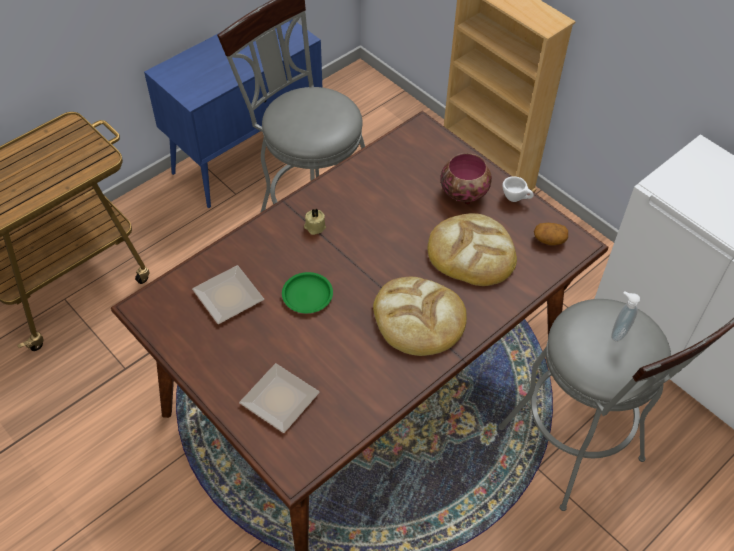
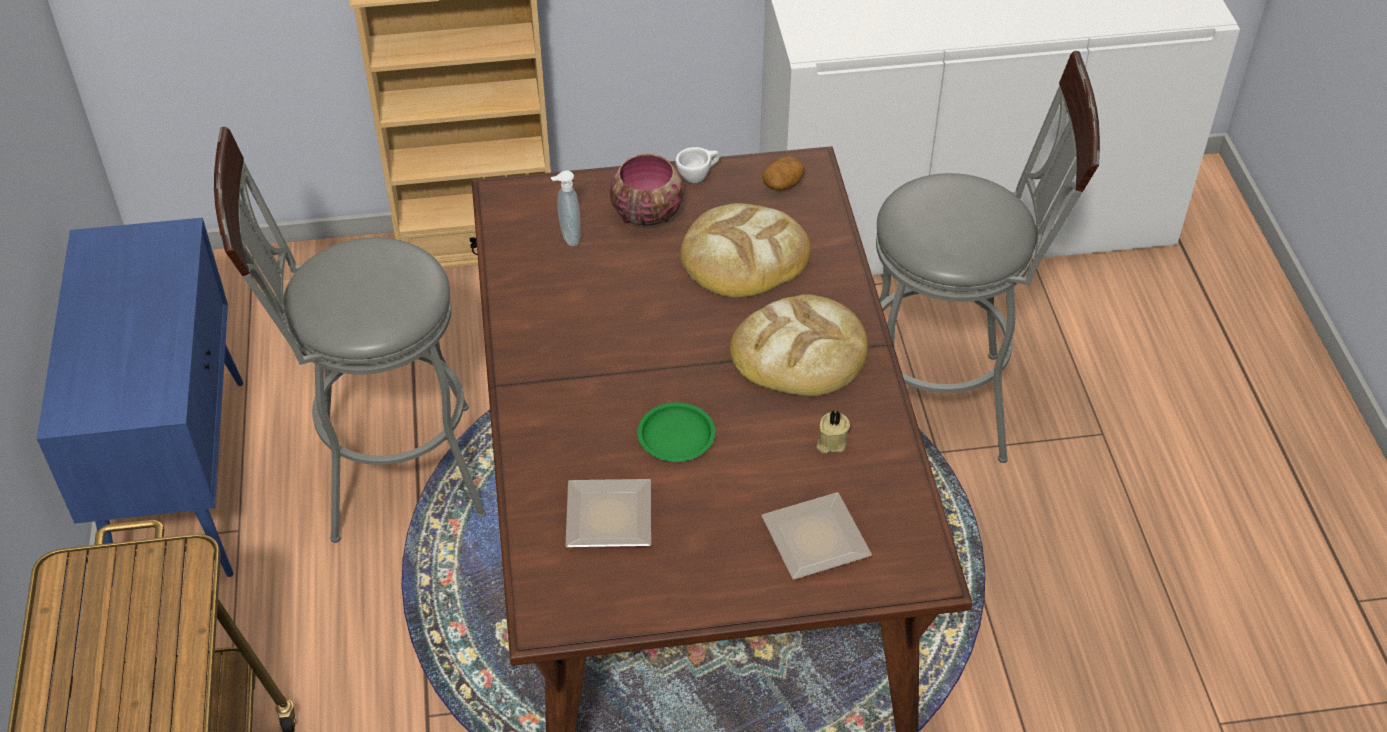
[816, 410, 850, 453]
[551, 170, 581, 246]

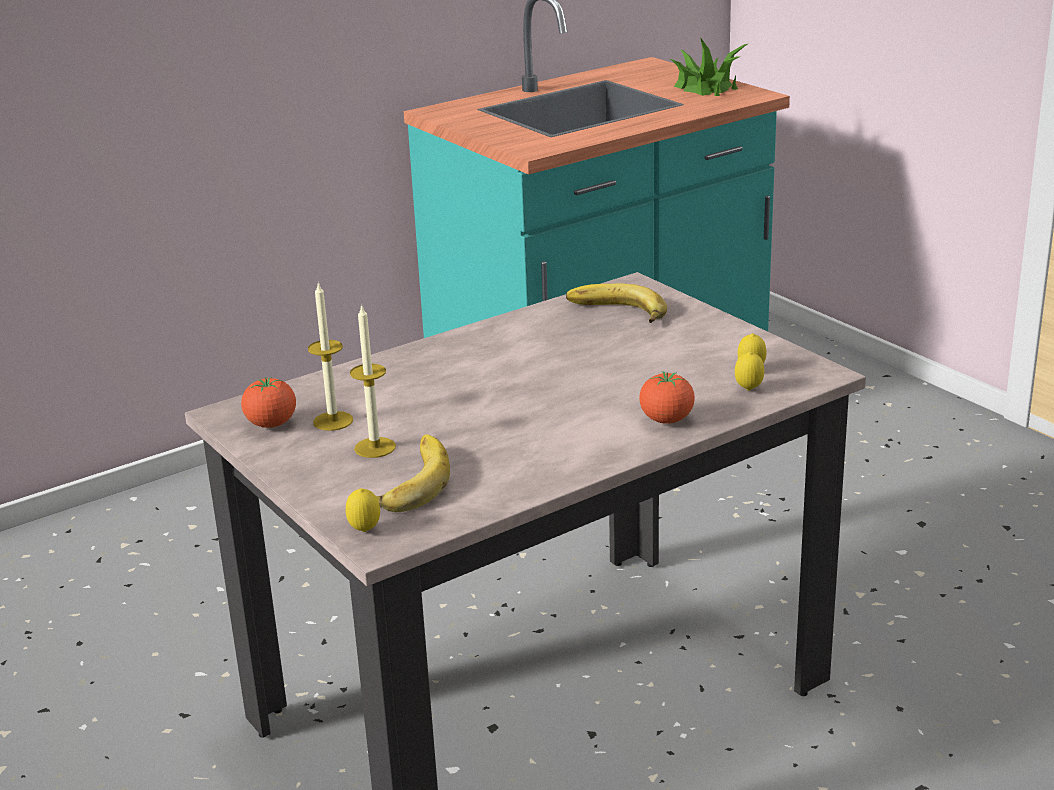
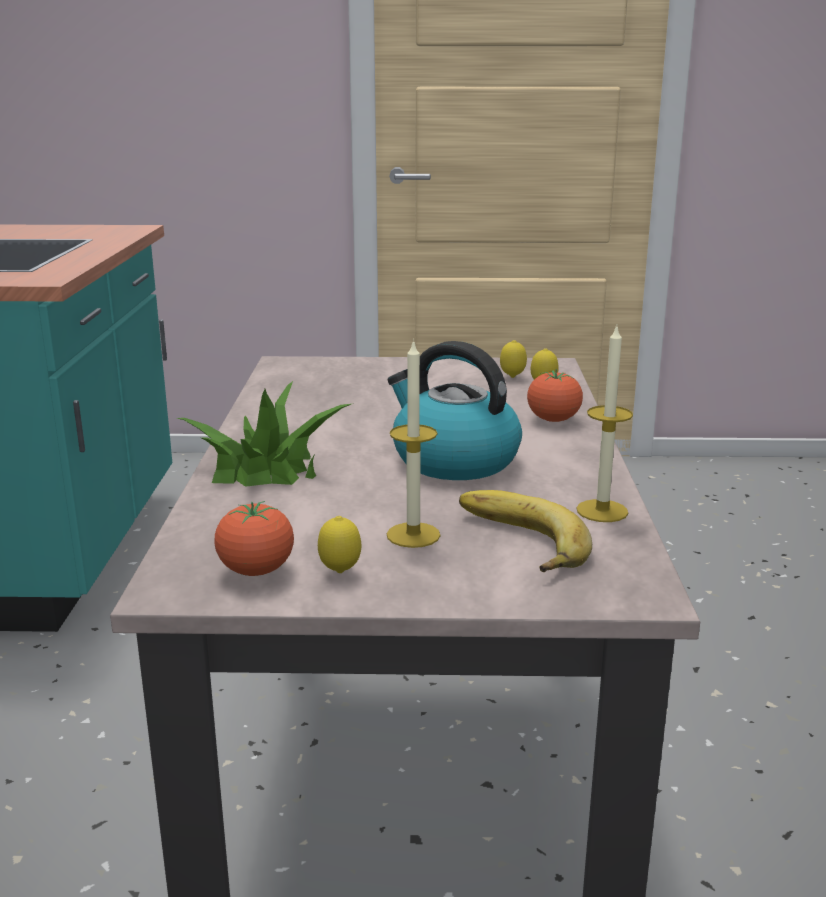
[576, 325, 633, 522]
[318, 516, 361, 573]
[566, 283, 667, 323] (first image)
[177, 381, 351, 487]
[388, 341, 522, 480]

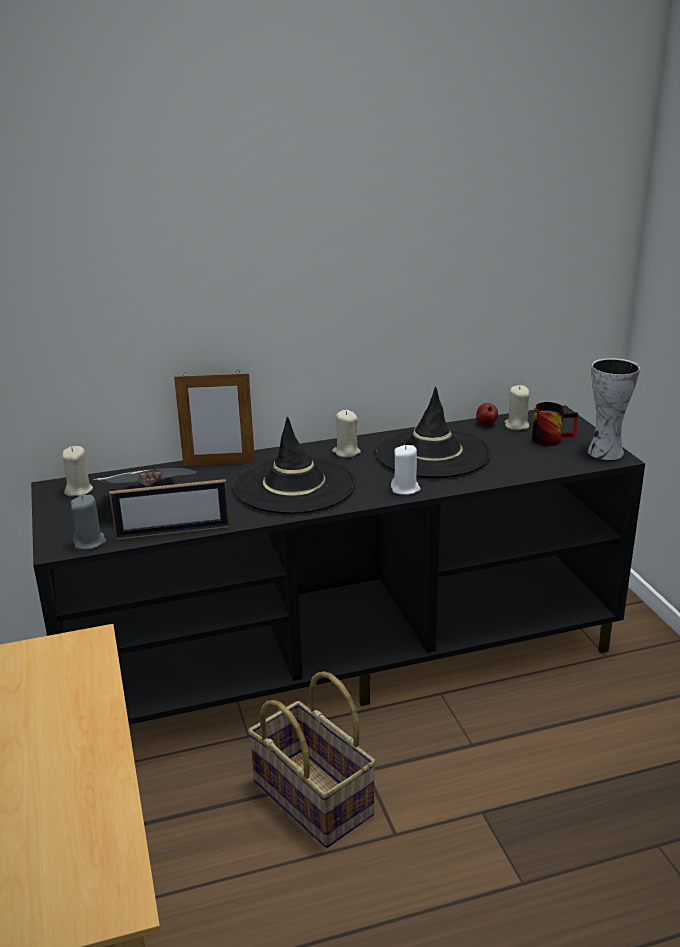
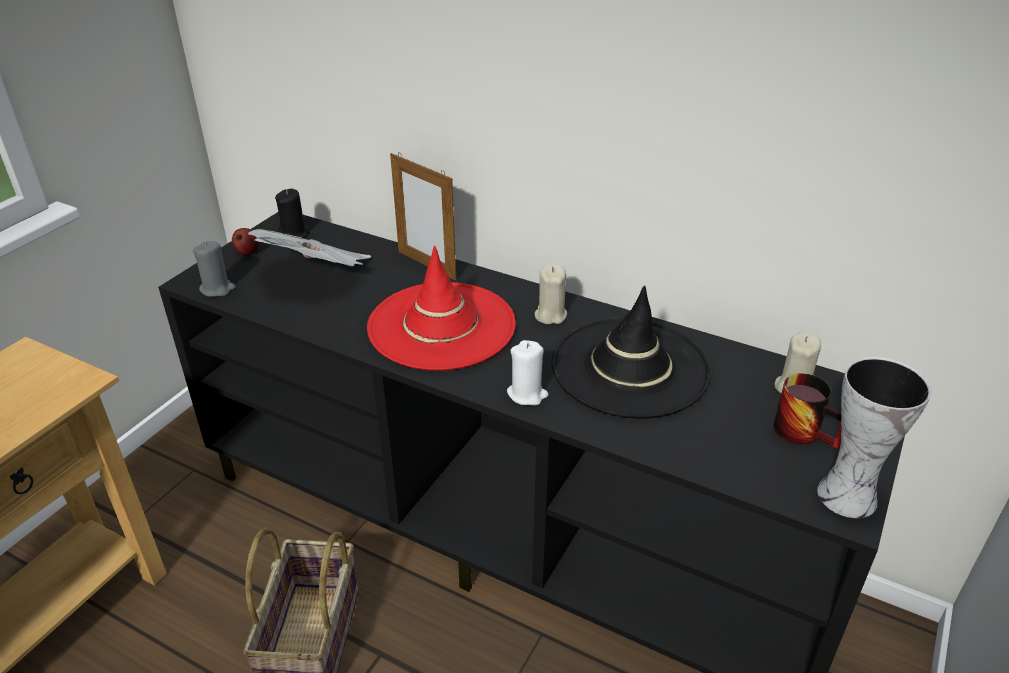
[275, 189, 310, 238]
[109, 479, 230, 540] (first image)
[367, 246, 516, 371]
[232, 228, 259, 255]

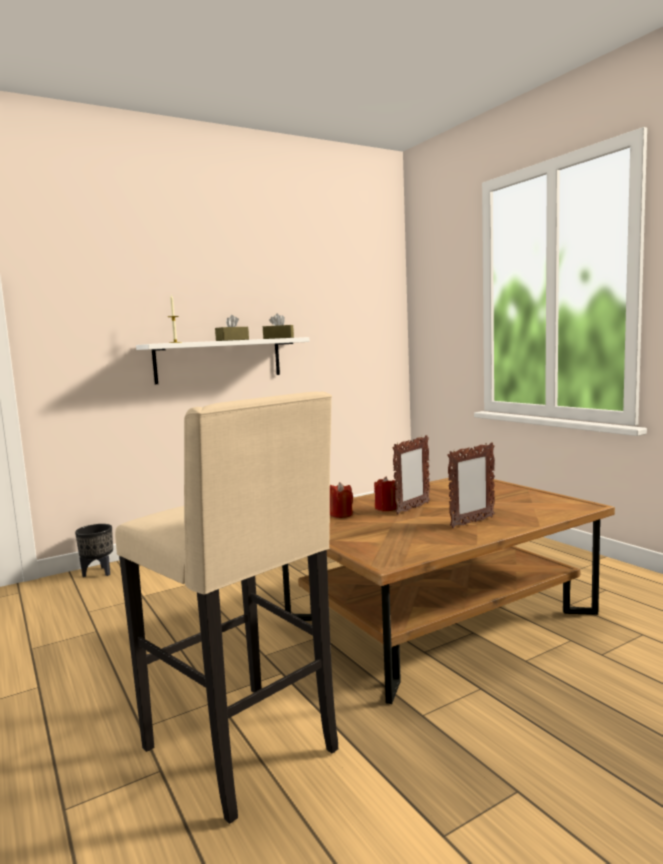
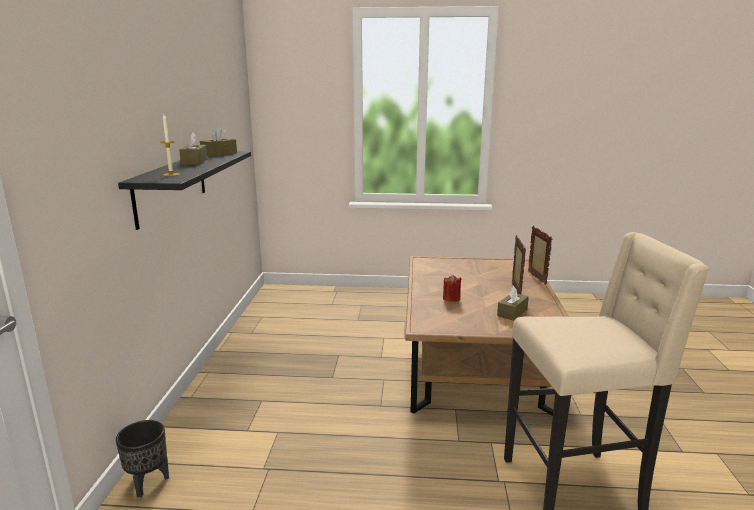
[118, 151, 251, 230]
[330, 482, 353, 518] (first image)
[528, 226, 552, 285]
[497, 286, 529, 321]

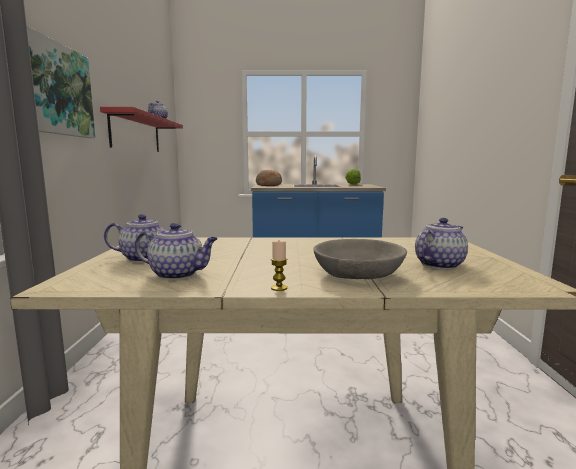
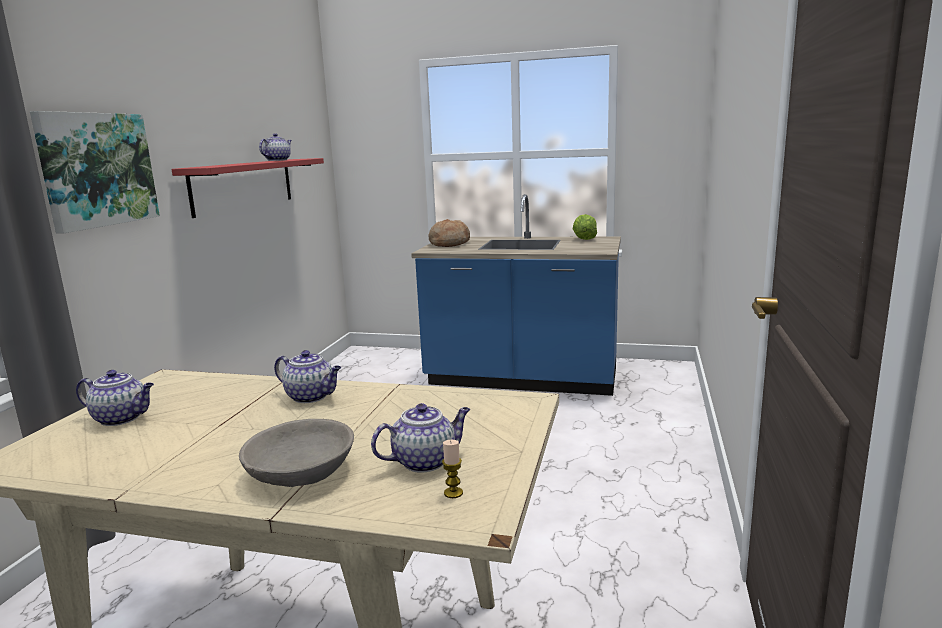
[274, 350, 341, 403]
[442, 440, 463, 498]

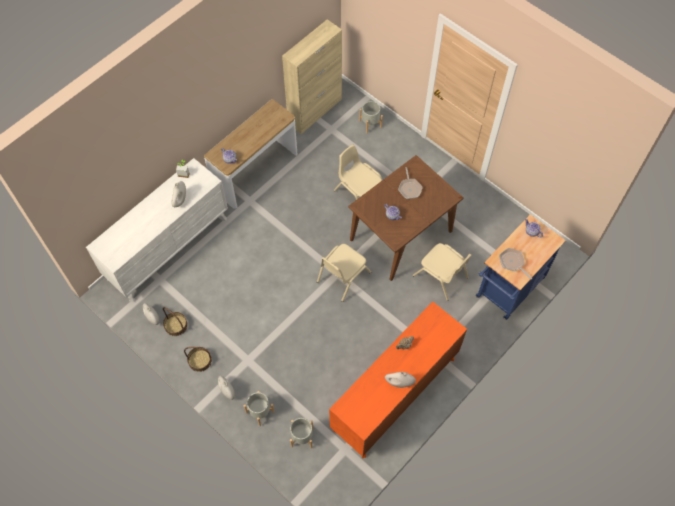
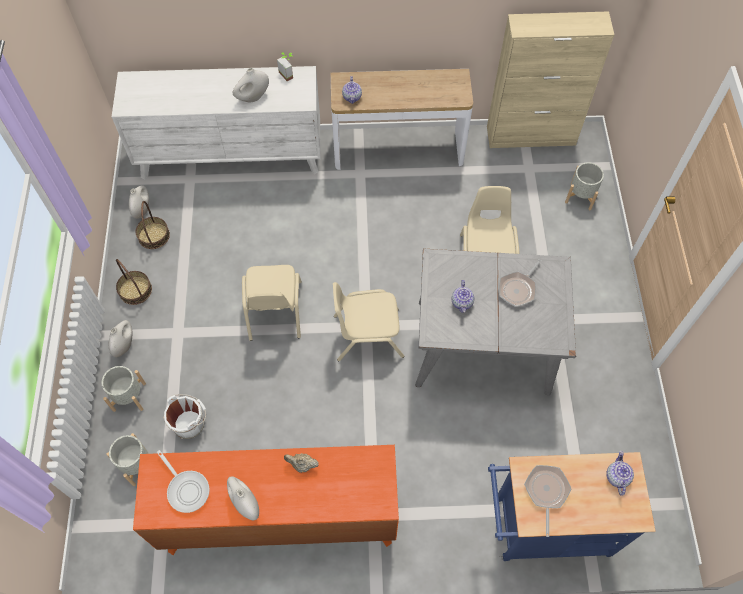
[415, 249, 576, 395]
[242, 265, 302, 341]
[157, 450, 210, 513]
[163, 394, 206, 439]

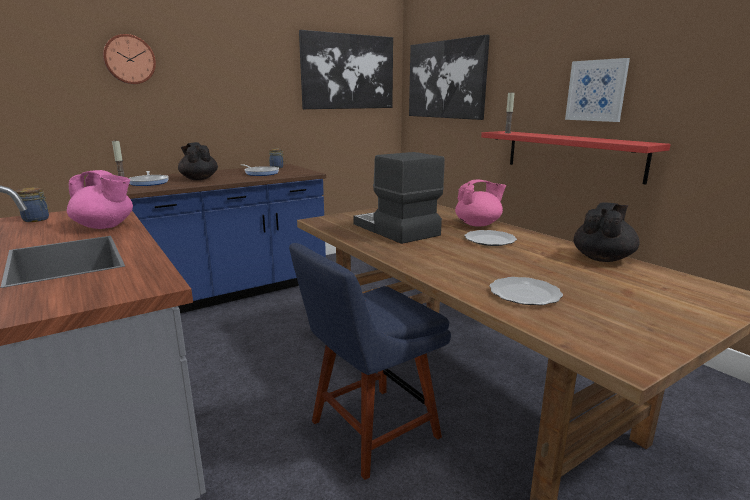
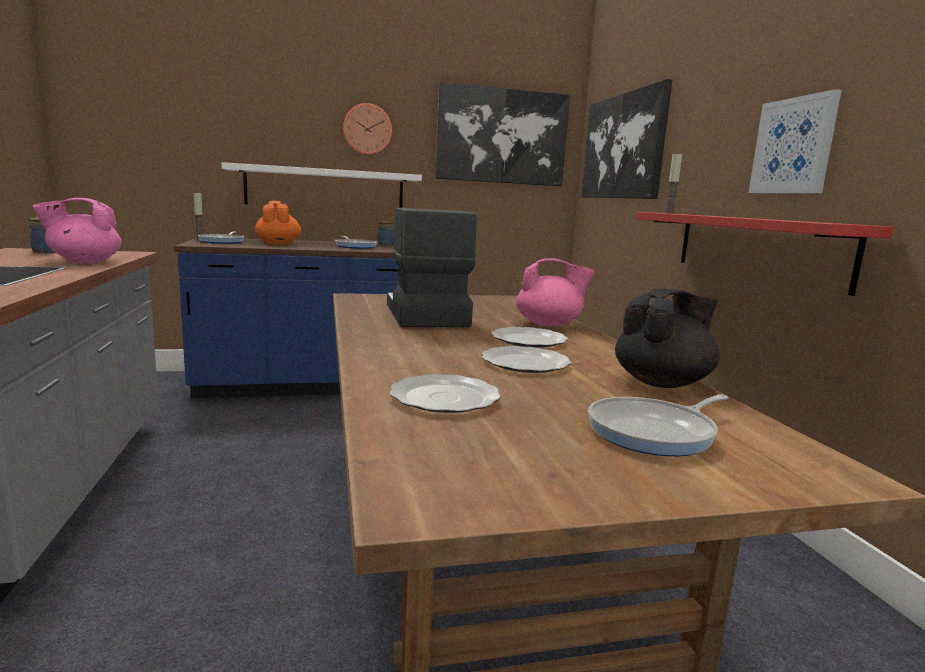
[33, 198, 122, 263]
[343, 103, 392, 155]
[255, 201, 301, 245]
[289, 243, 451, 480] (first image)
[222, 162, 422, 208]
[482, 346, 571, 373]
[588, 394, 728, 456]

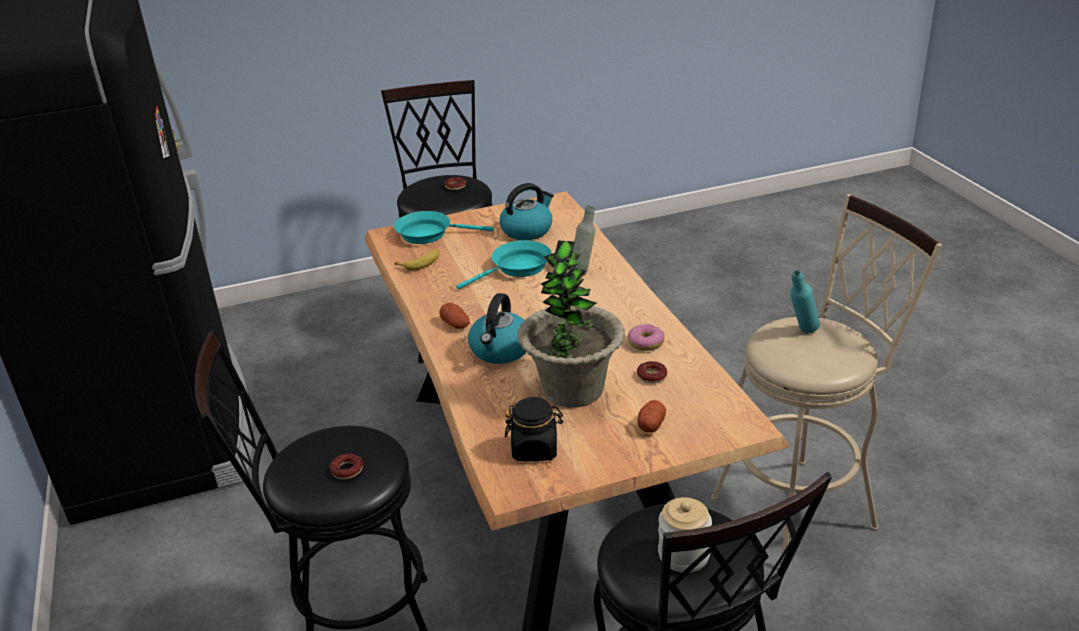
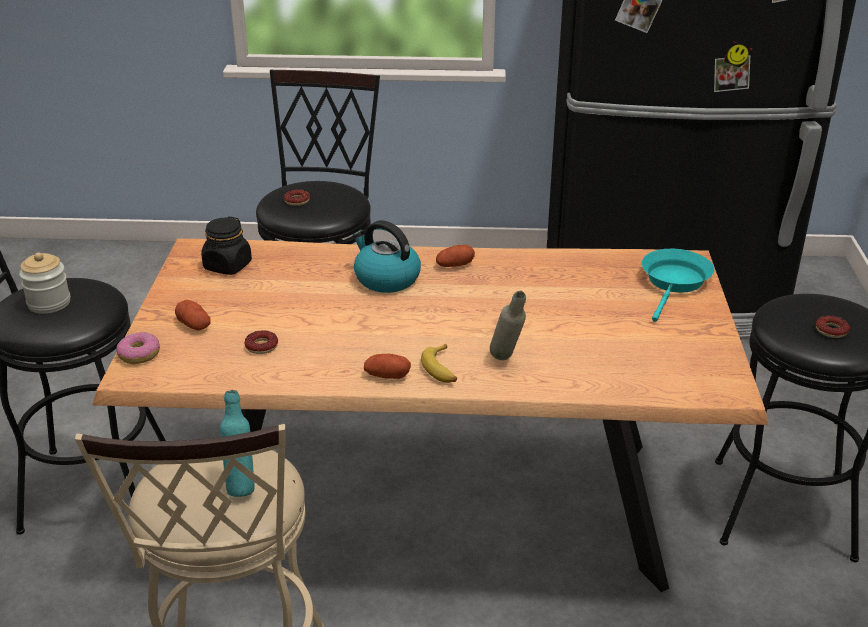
[421, 344, 457, 383]
[456, 240, 552, 289] (first image)
[499, 183, 554, 240] (first image)
[517, 241, 625, 408] (first image)
[116, 332, 160, 364]
[364, 354, 411, 379]

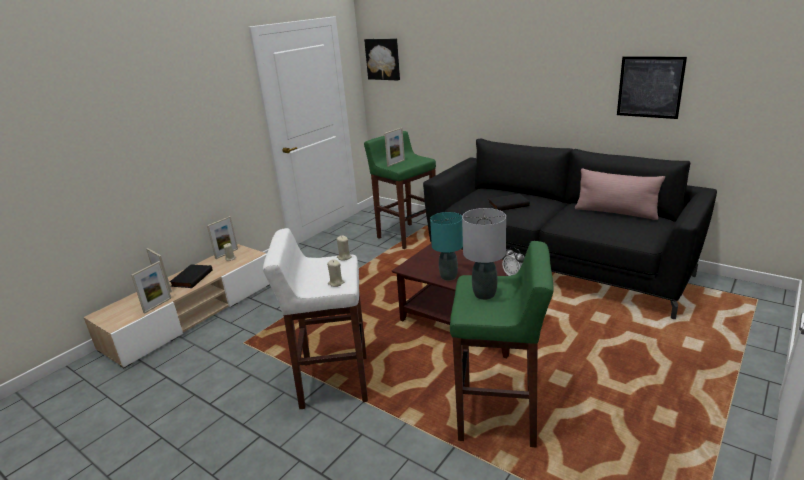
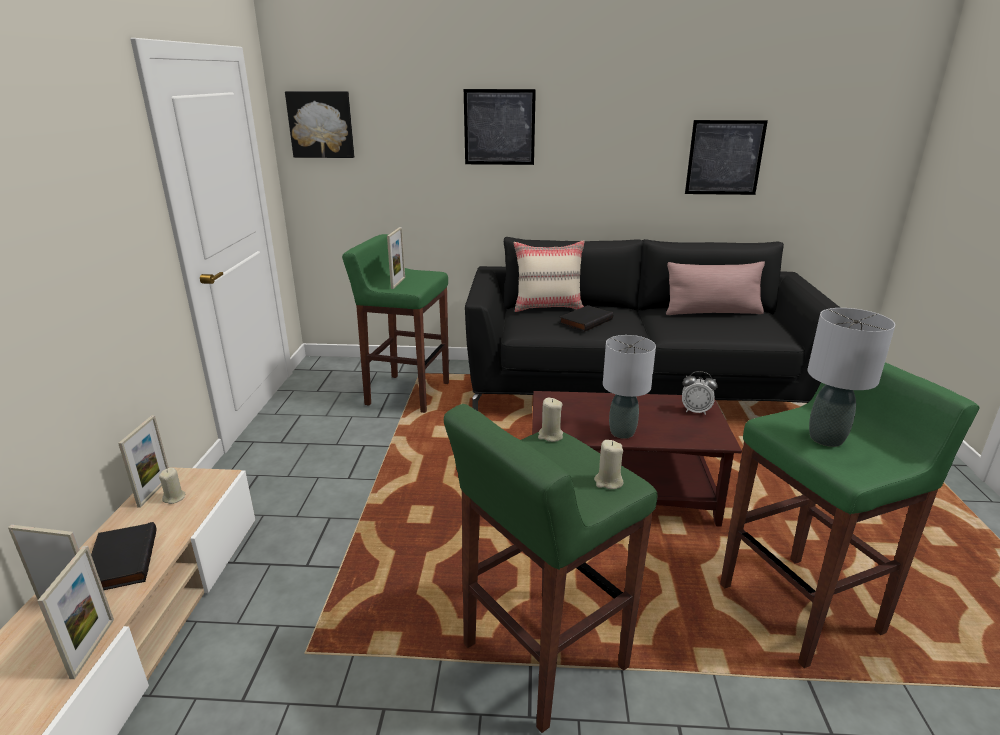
[444, 404, 658, 733]
[603, 335, 656, 439]
[464, 89, 536, 165]
[514, 240, 585, 312]

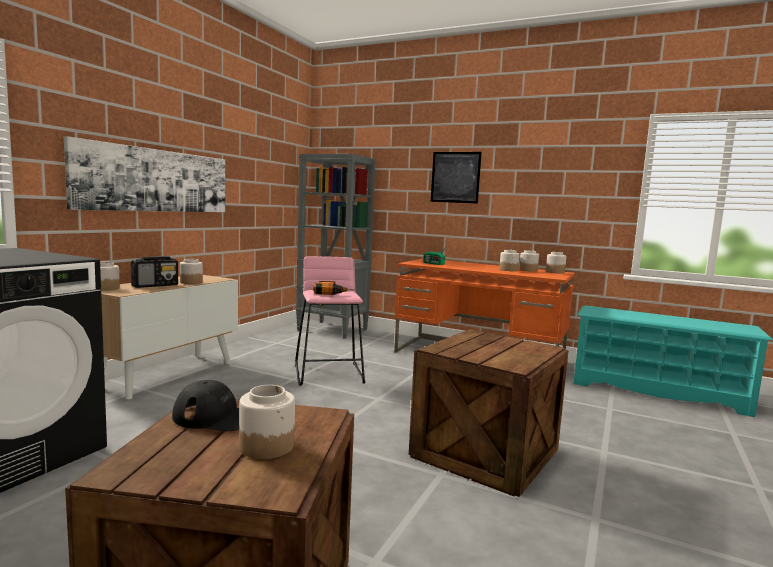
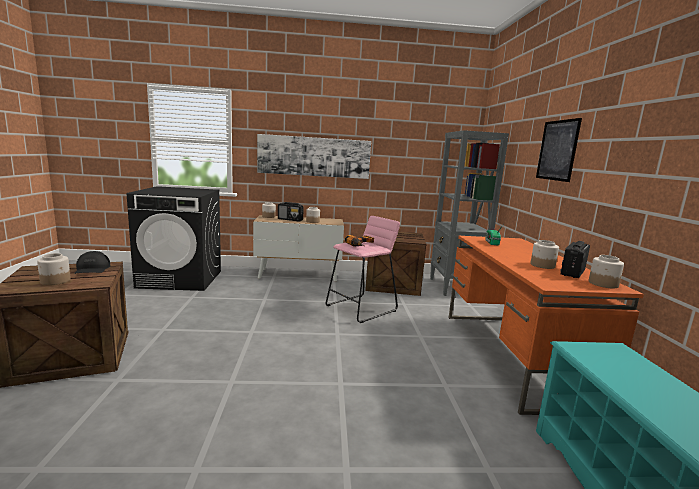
[365, 232, 427, 296]
[560, 241, 590, 278]

